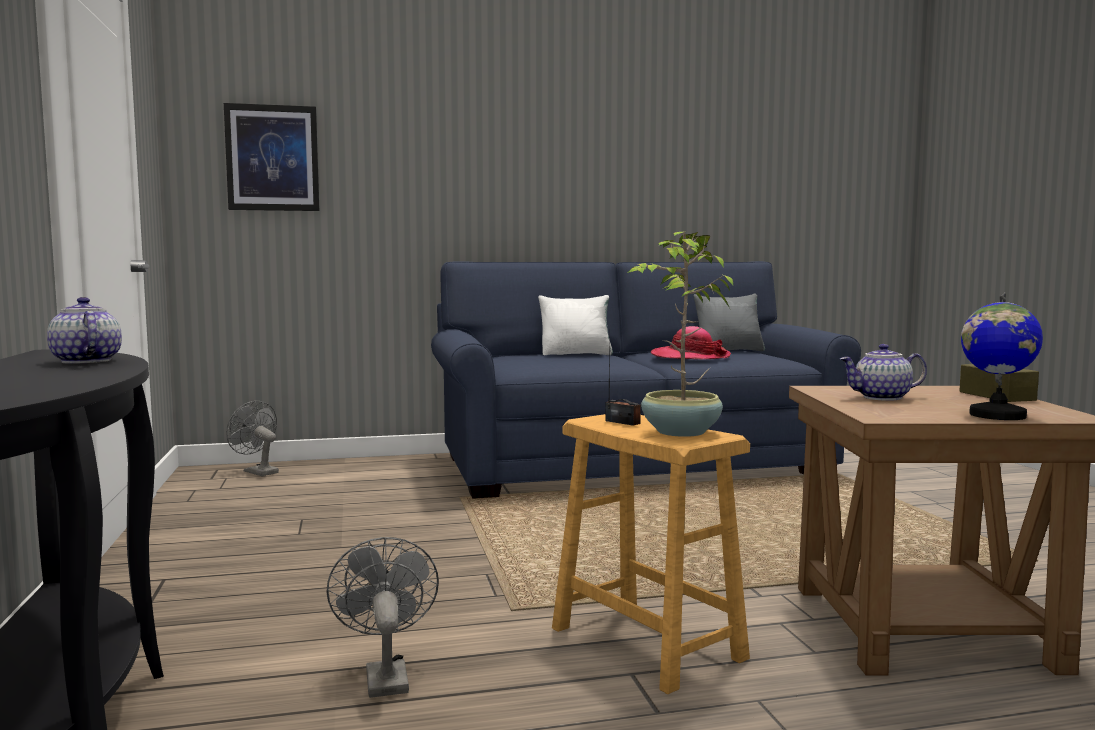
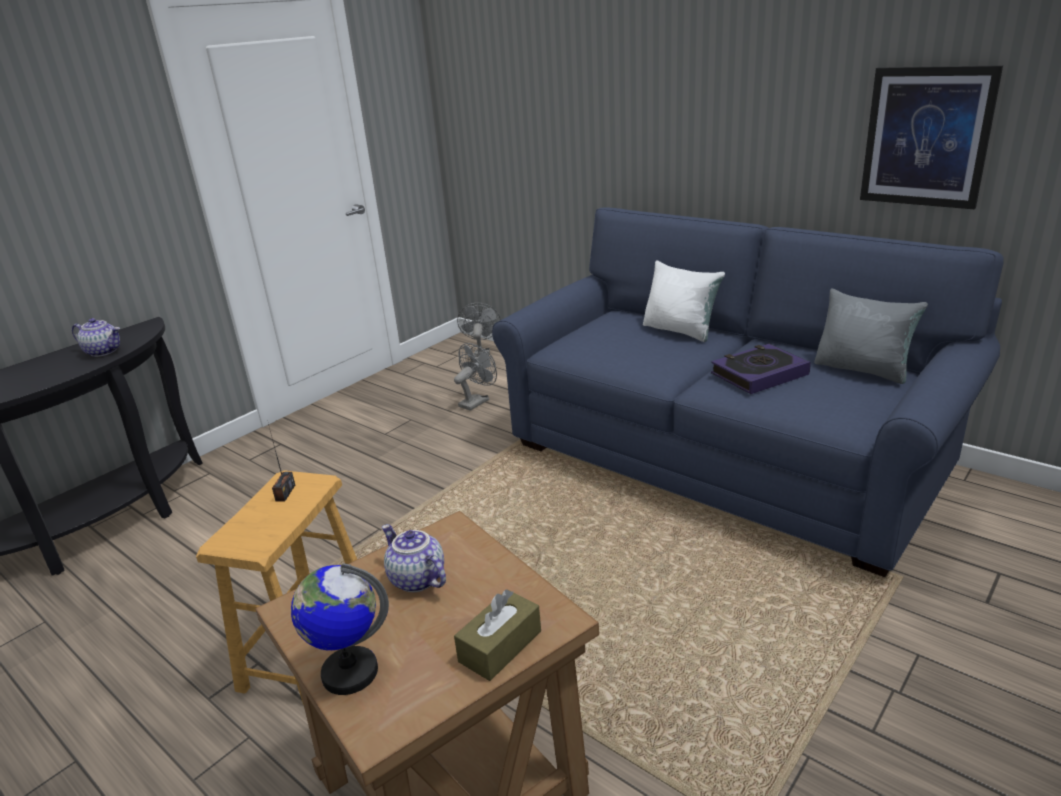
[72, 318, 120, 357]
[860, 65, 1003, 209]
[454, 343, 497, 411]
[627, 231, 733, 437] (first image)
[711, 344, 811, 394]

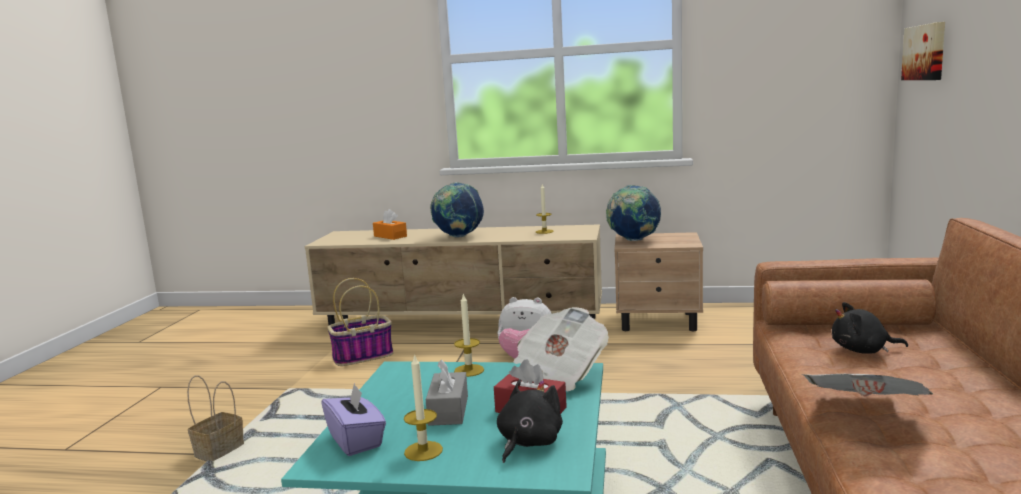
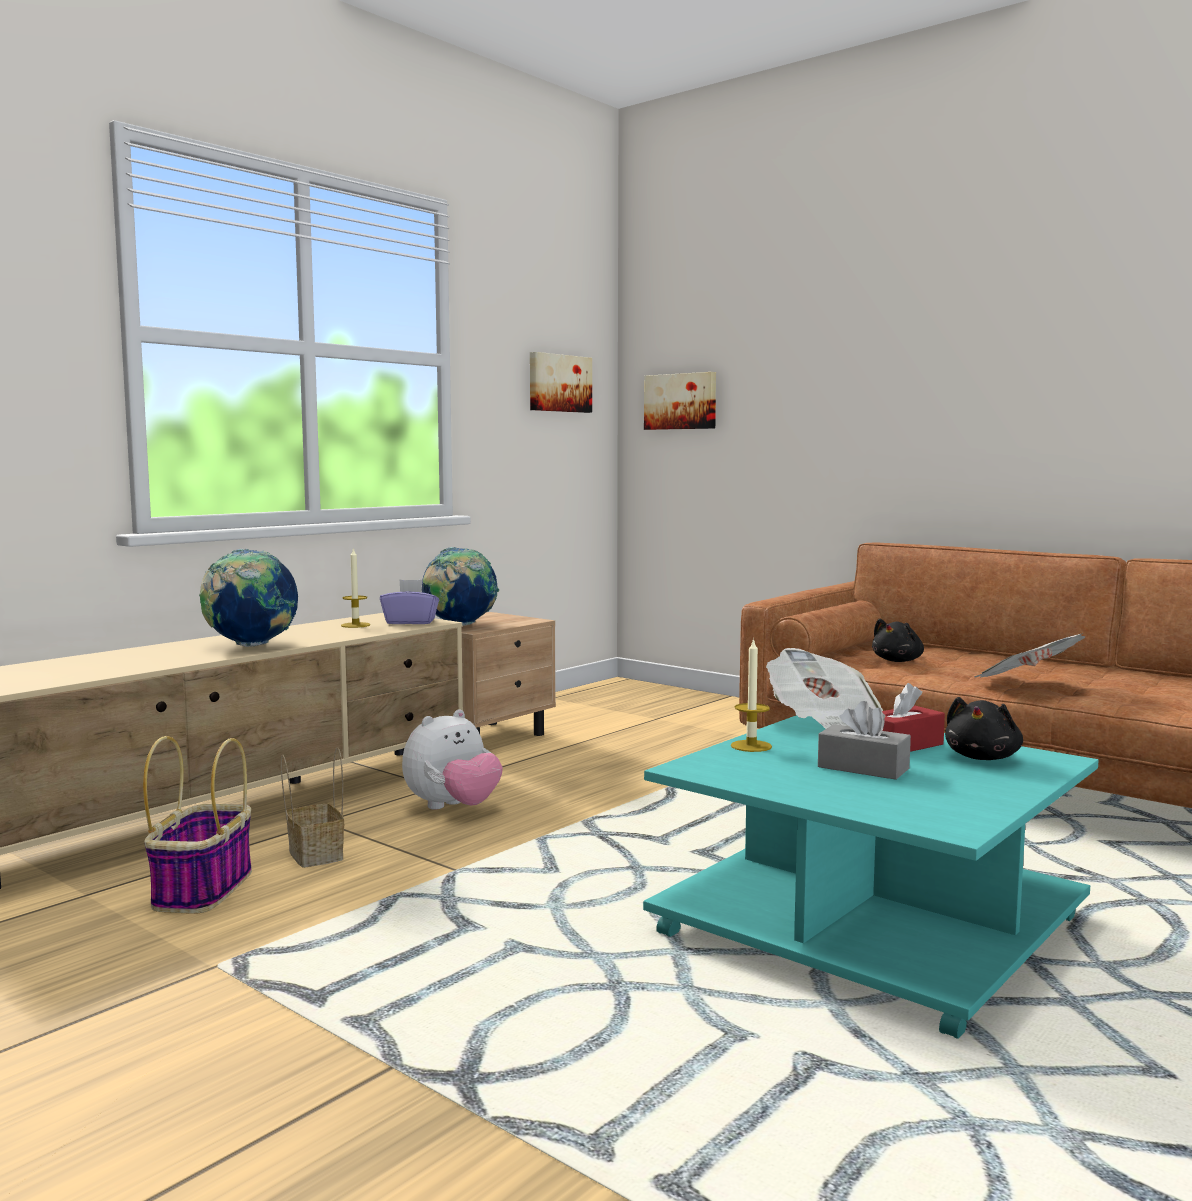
[281, 747, 344, 868]
[380, 579, 439, 624]
[373, 209, 407, 240] (first image)
[404, 354, 443, 461] (first image)
[945, 697, 1023, 760]
[530, 352, 592, 413]

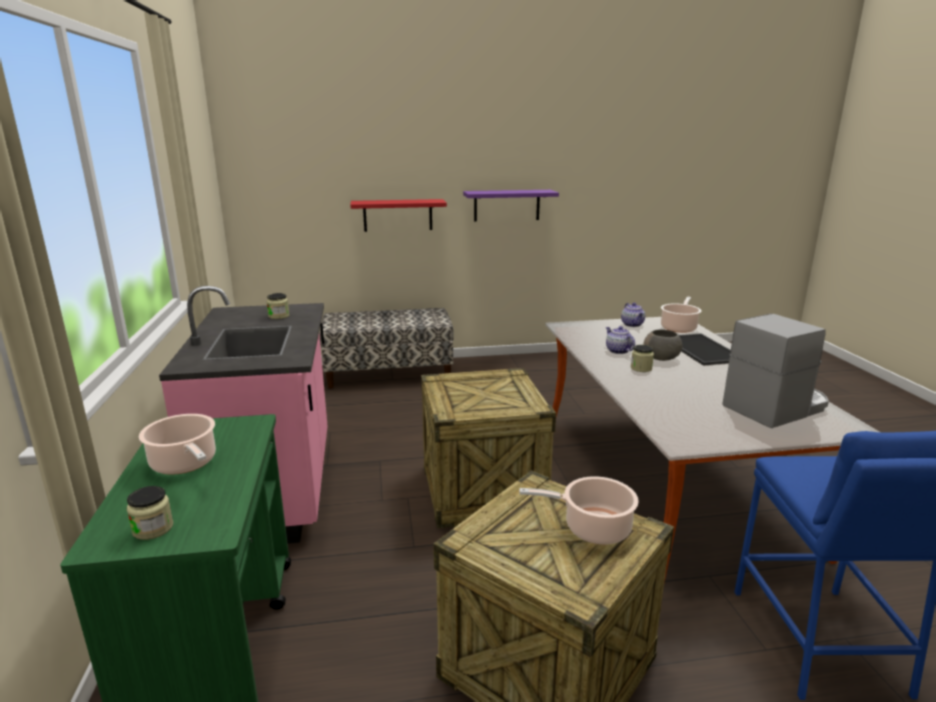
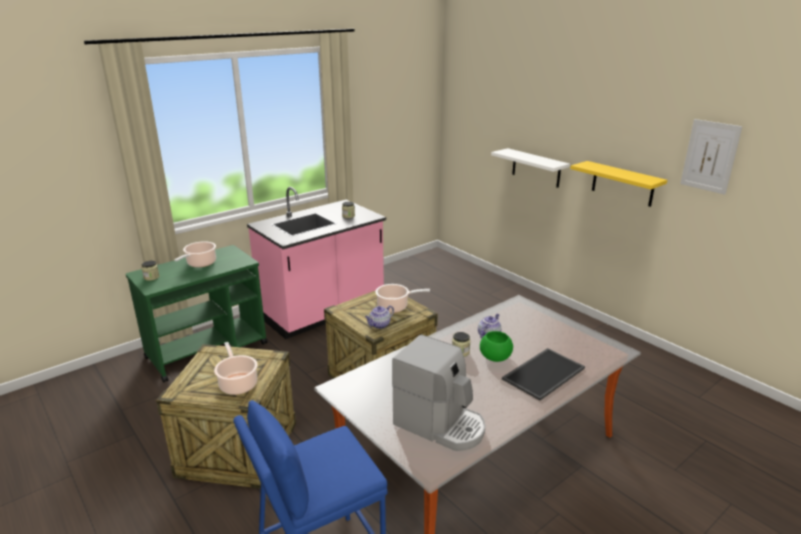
[320, 308, 454, 389] (first image)
[491, 148, 570, 188]
[570, 161, 667, 207]
[365, 305, 394, 329]
[480, 331, 513, 362]
[375, 284, 430, 313]
[680, 119, 742, 195]

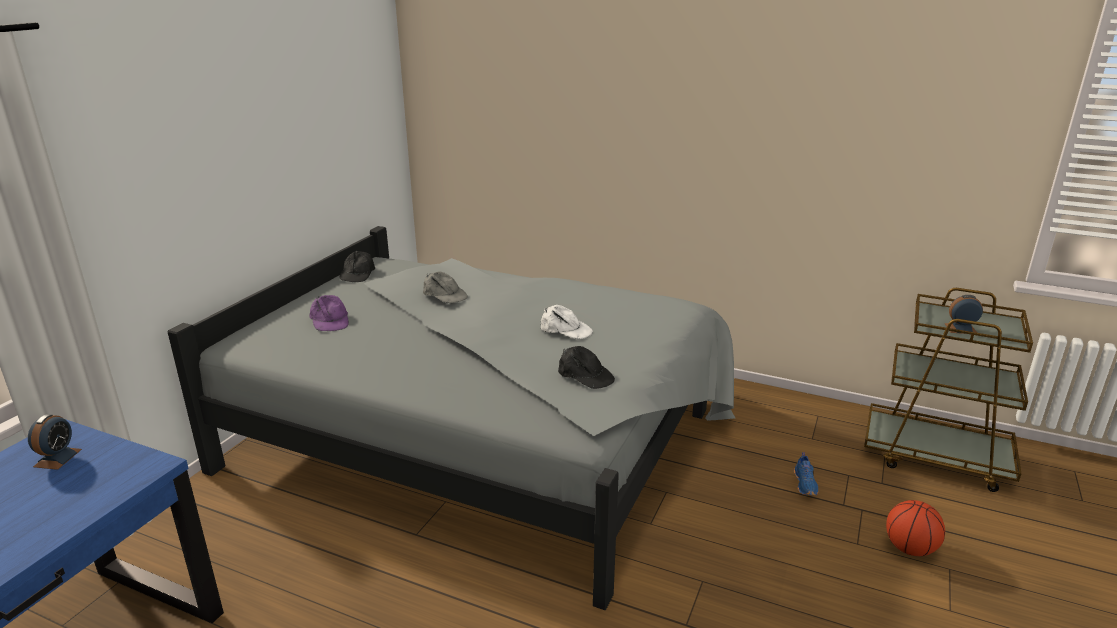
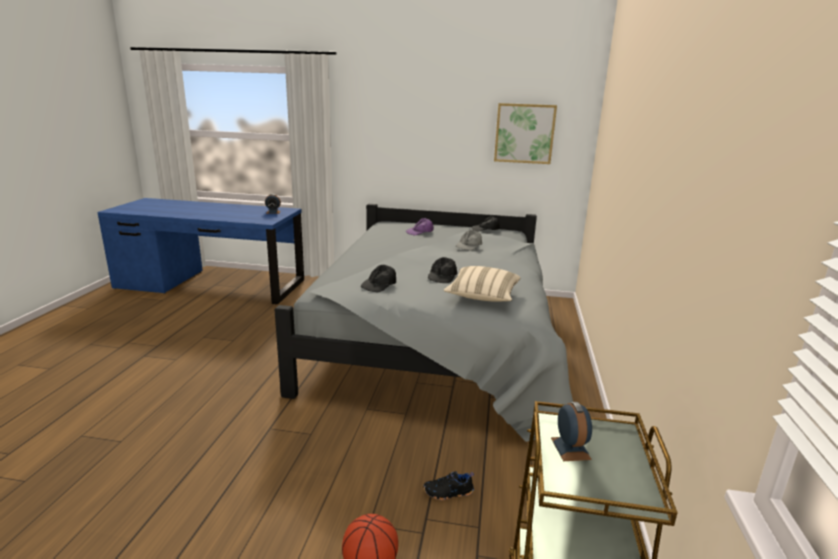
[428, 257, 458, 283]
[423, 471, 474, 501]
[443, 266, 521, 302]
[494, 103, 557, 164]

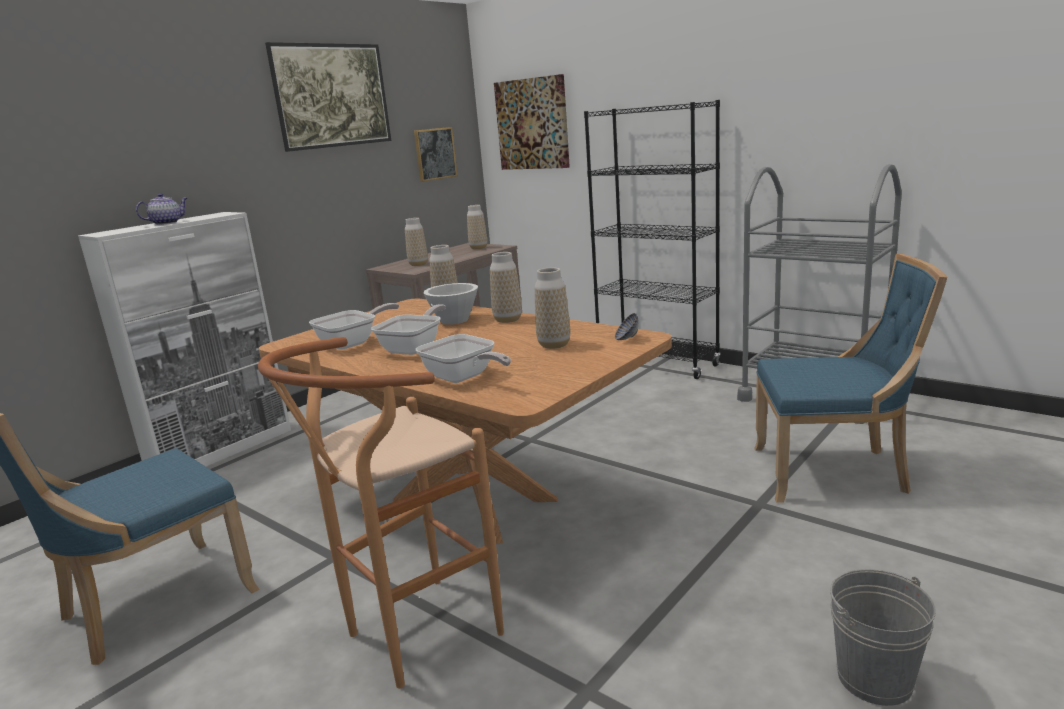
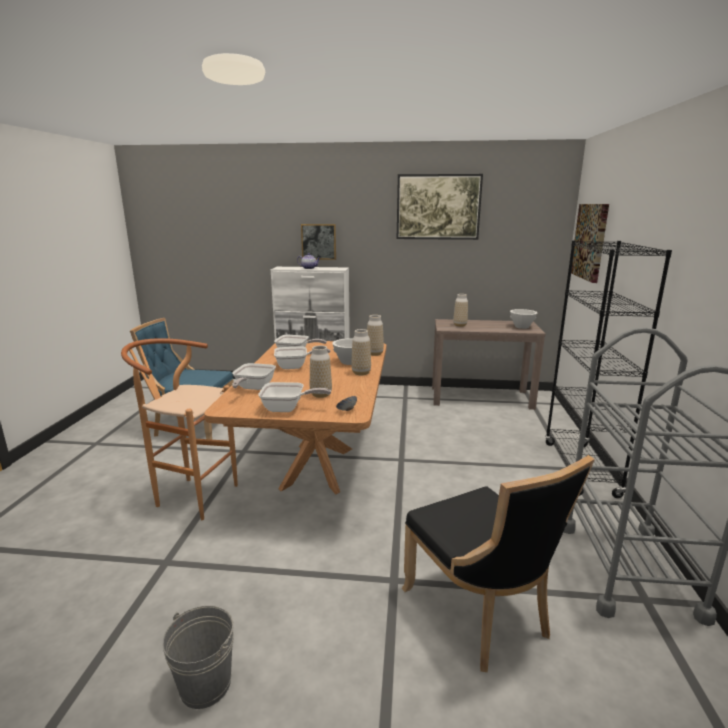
[301, 224, 336, 260]
[510, 309, 537, 329]
[402, 455, 595, 672]
[258, 382, 331, 412]

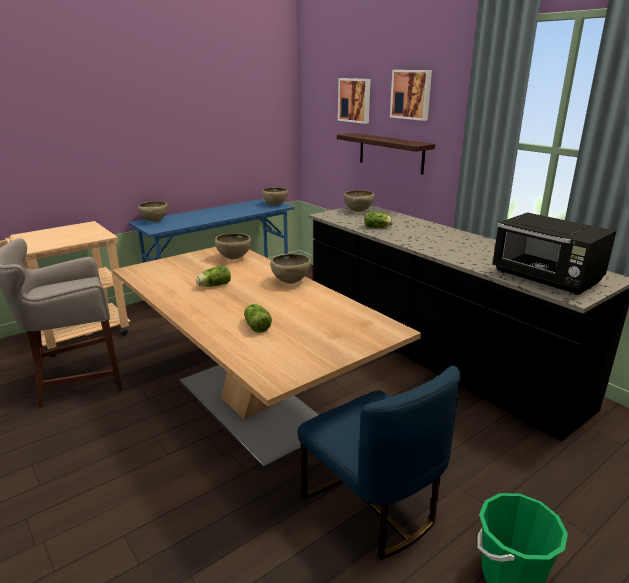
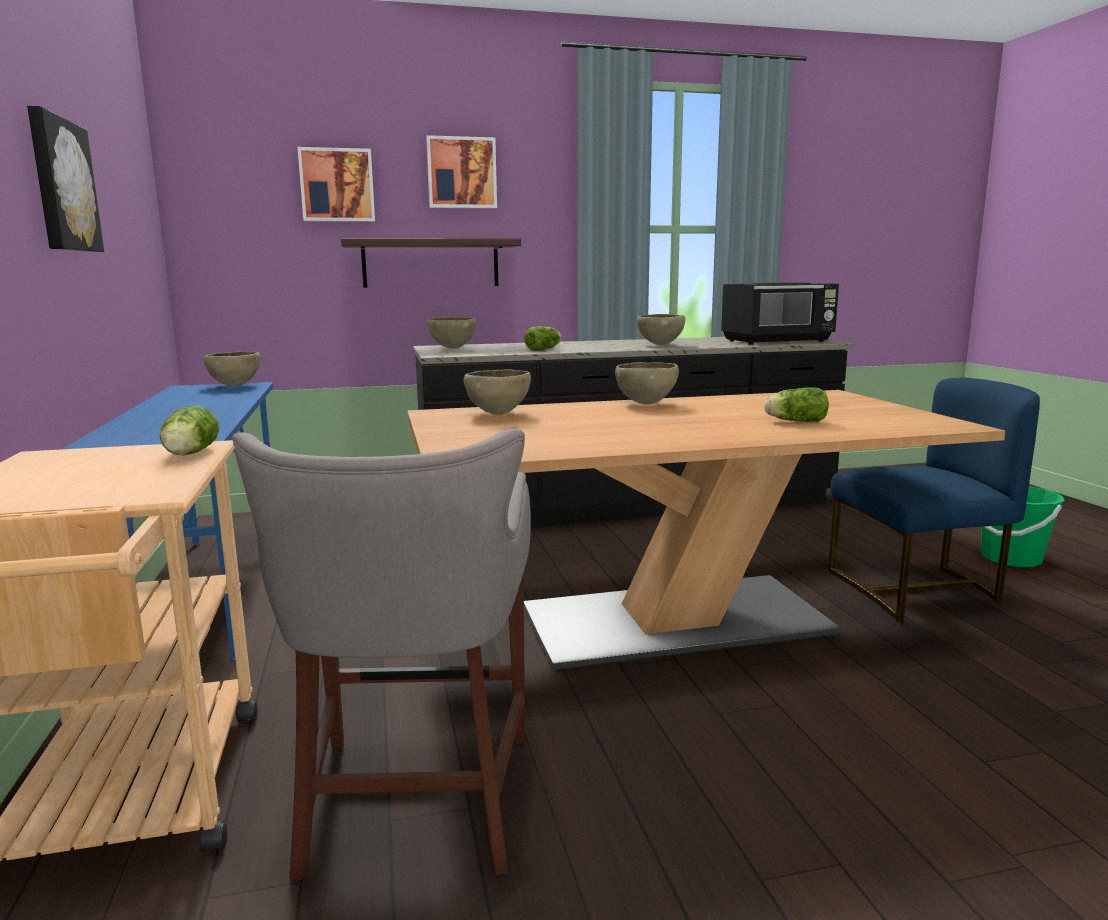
[637, 314, 685, 345]
[160, 405, 219, 456]
[27, 106, 104, 252]

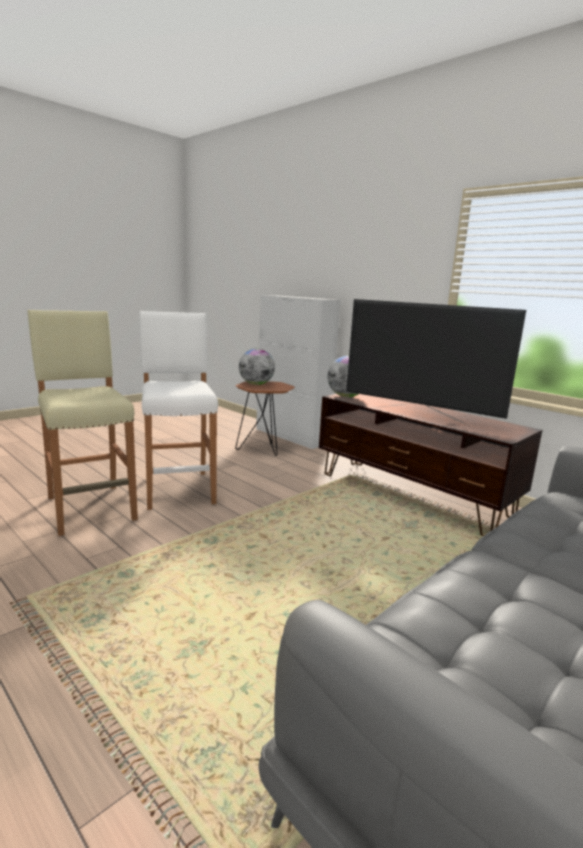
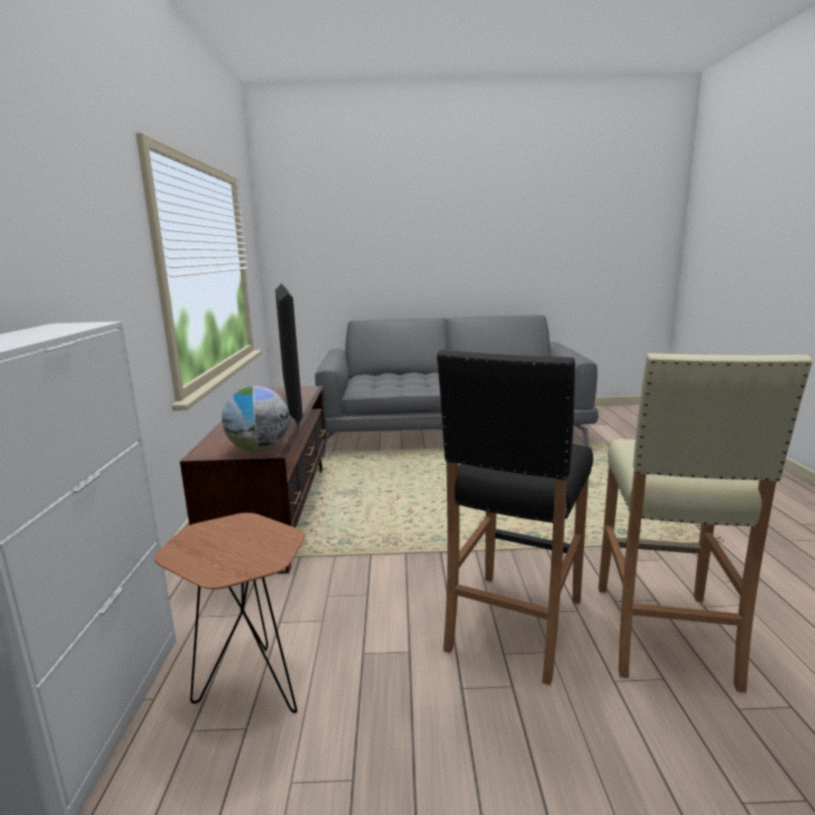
[437, 350, 593, 685]
[239, 349, 275, 385] (first image)

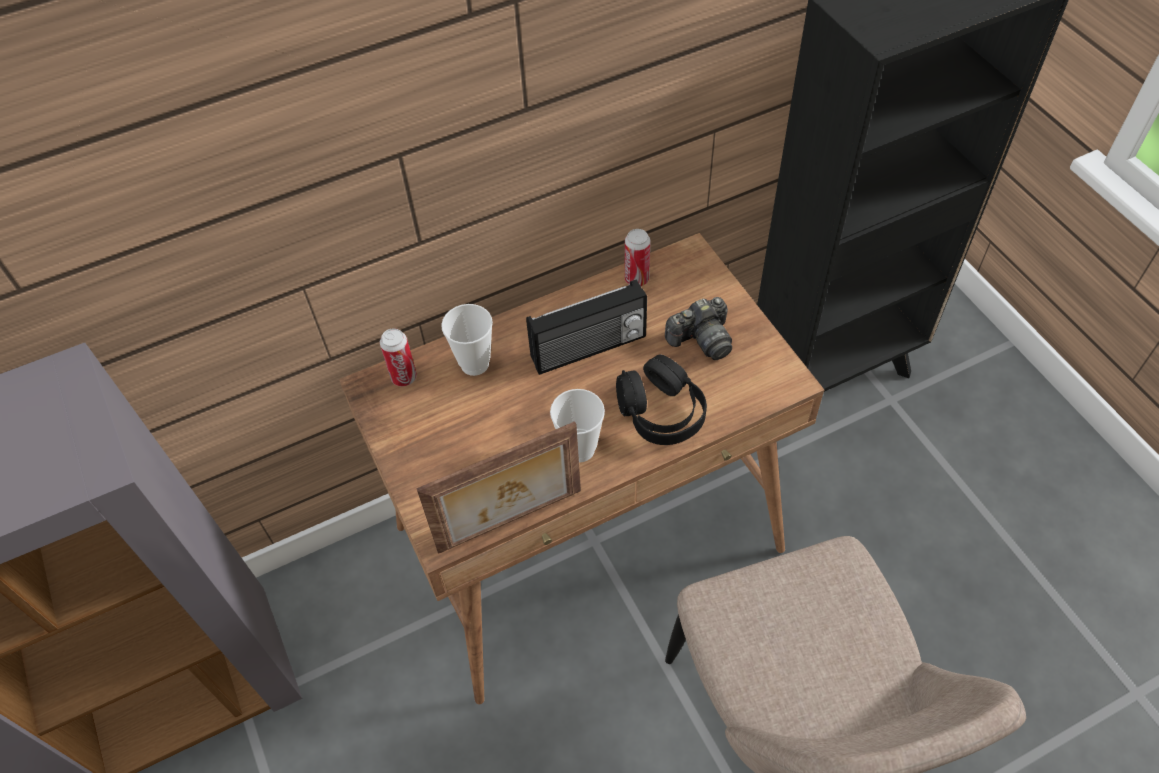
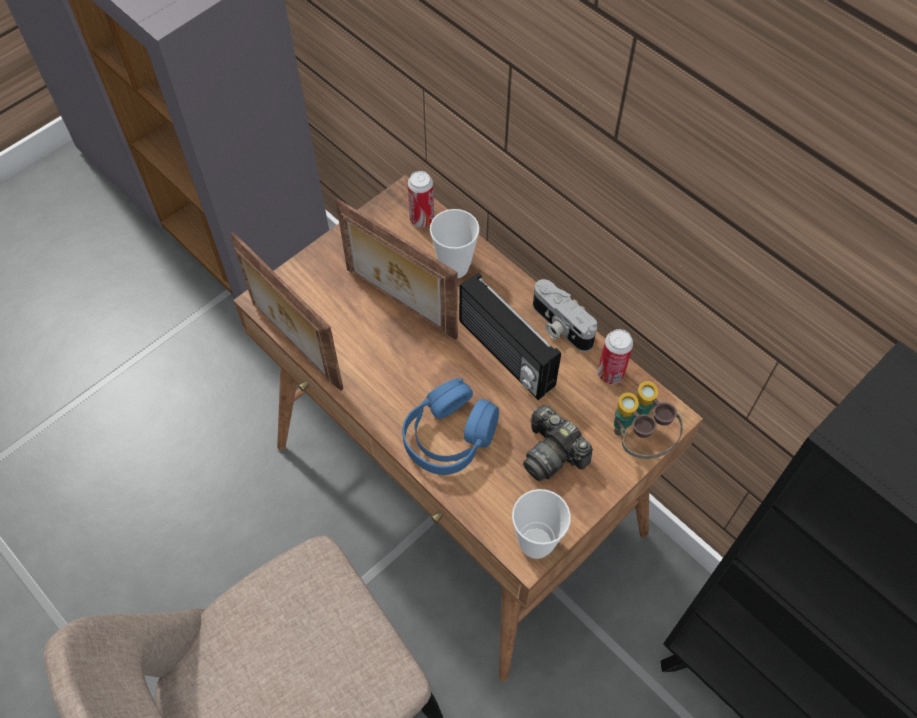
[512, 489, 571, 559]
[402, 378, 499, 475]
[335, 198, 458, 340]
[533, 279, 597, 352]
[614, 381, 683, 459]

